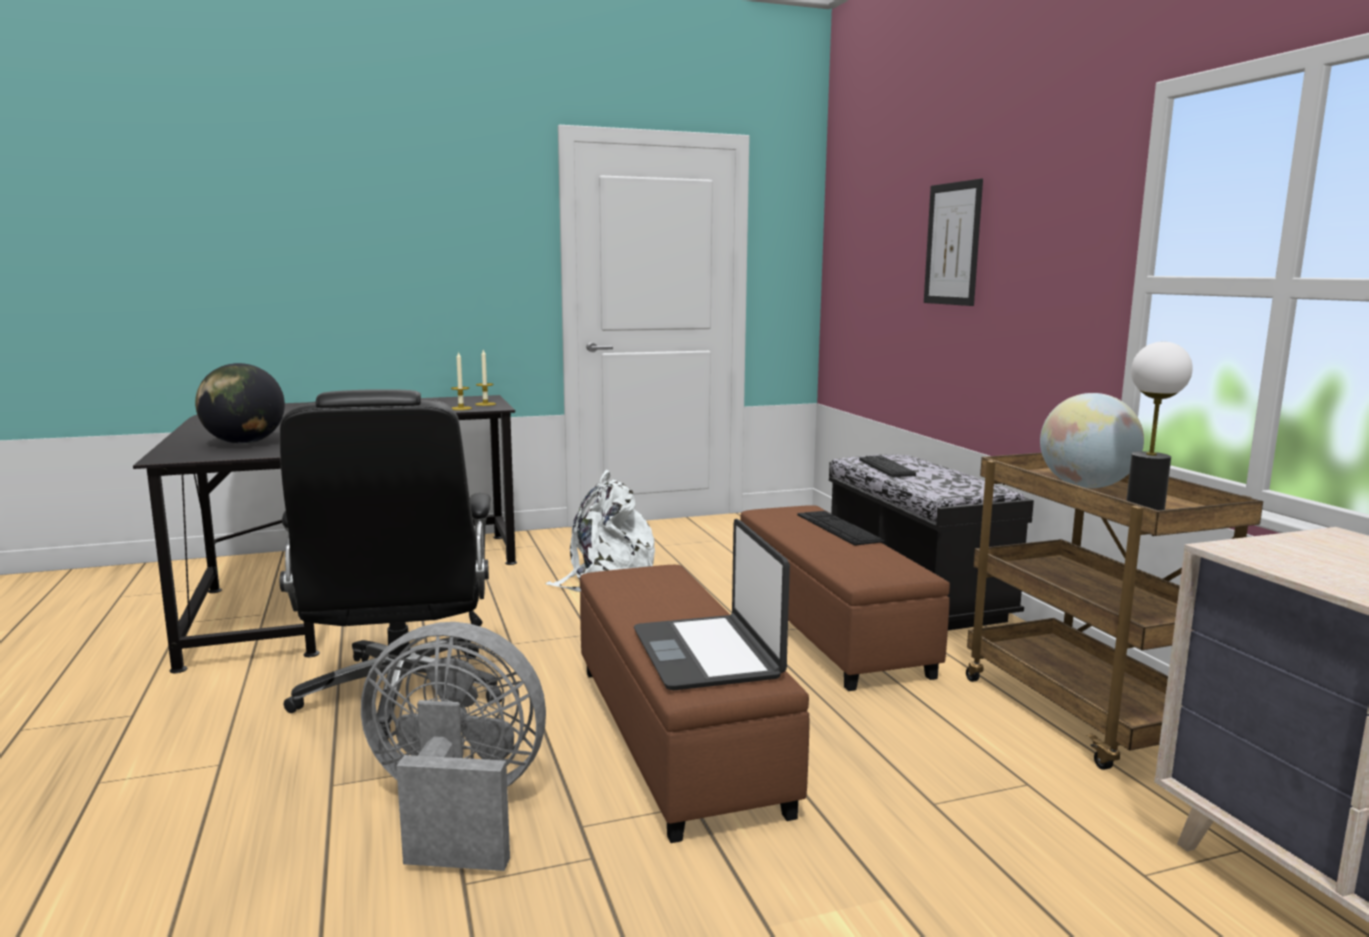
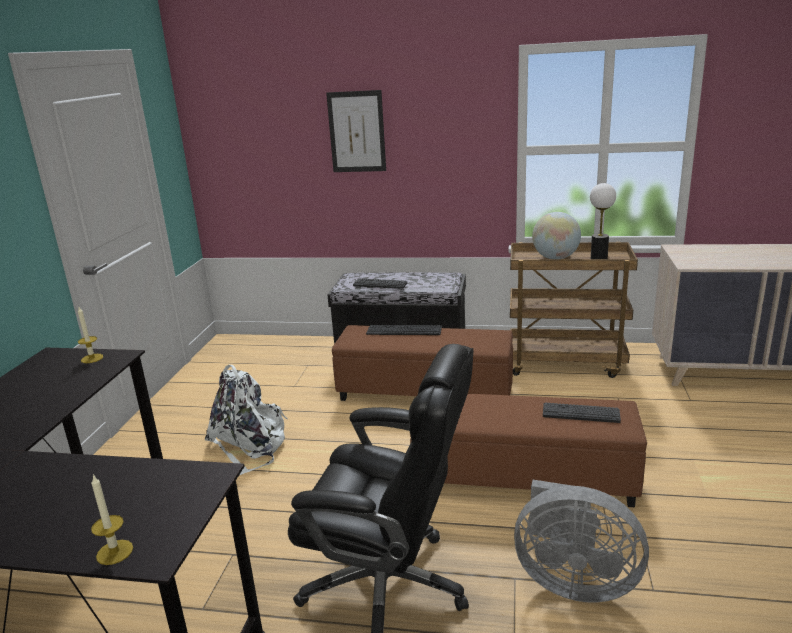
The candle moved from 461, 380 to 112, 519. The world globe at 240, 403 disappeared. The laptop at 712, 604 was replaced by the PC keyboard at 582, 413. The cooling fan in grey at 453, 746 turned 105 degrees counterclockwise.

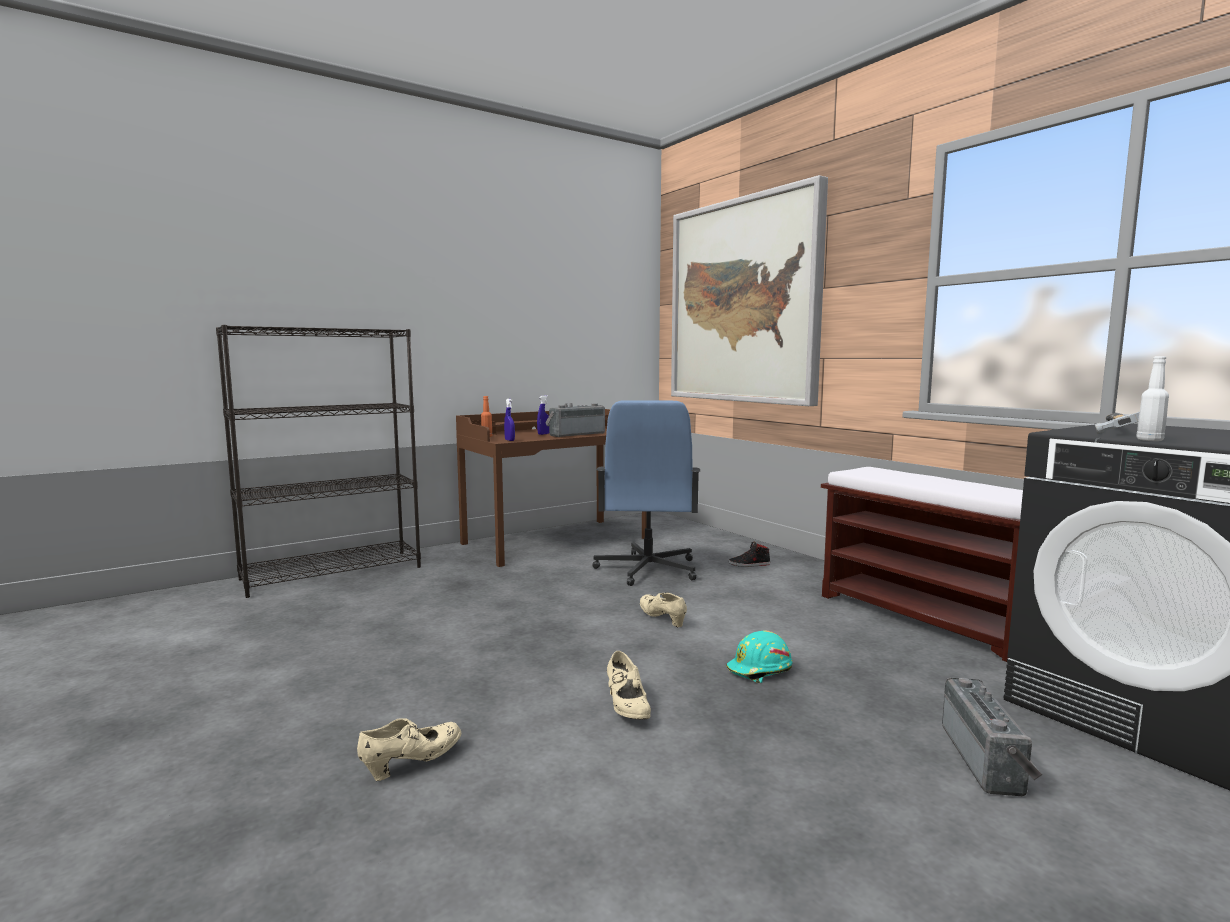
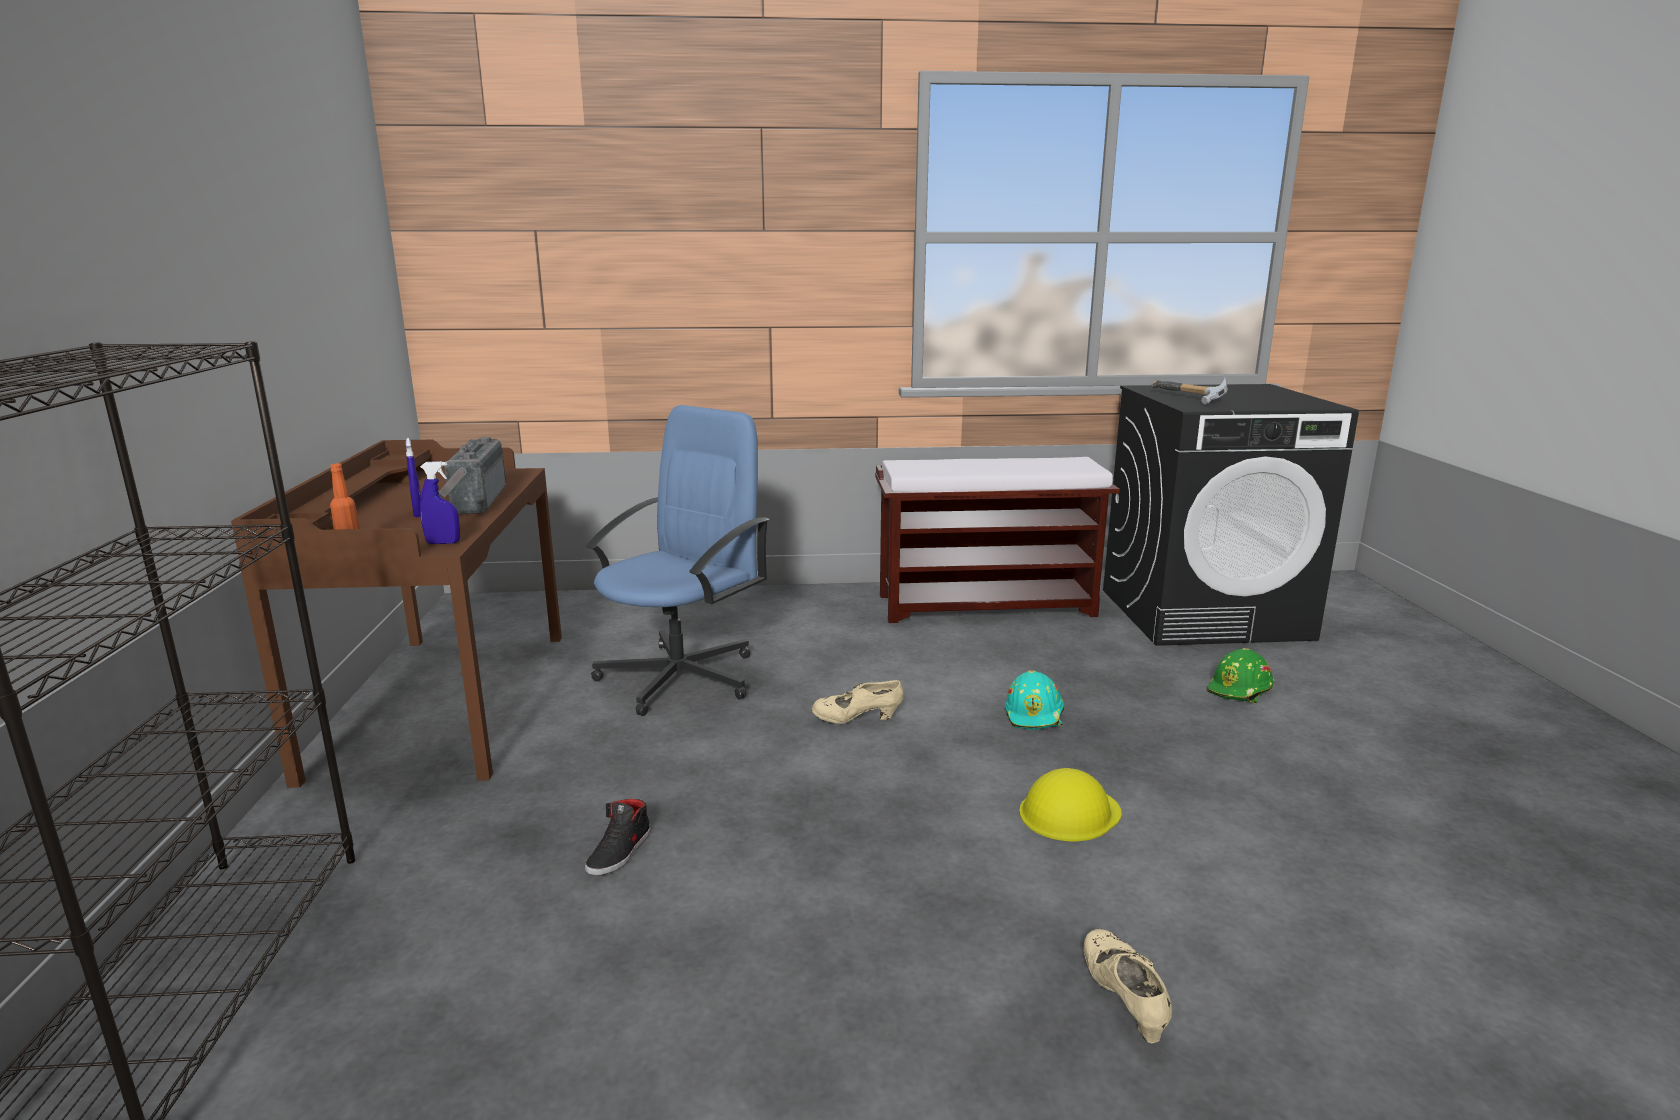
The picture at 749, 290 disappeared. The drink bottle in white-coloured at 1152, 398 disappeared. The desk chair in bluish at 646, 493 turned 90 degrees counterclockwise. The item of footwear in blackish moved from 749, 554 to 618, 837. The item of footwear in beige at 629, 685 was replaced by the hard hat in yellow-coloured at 1070, 804. The radio at 992, 737 was replaced by the hard hat in green-coloured at 1240, 676.

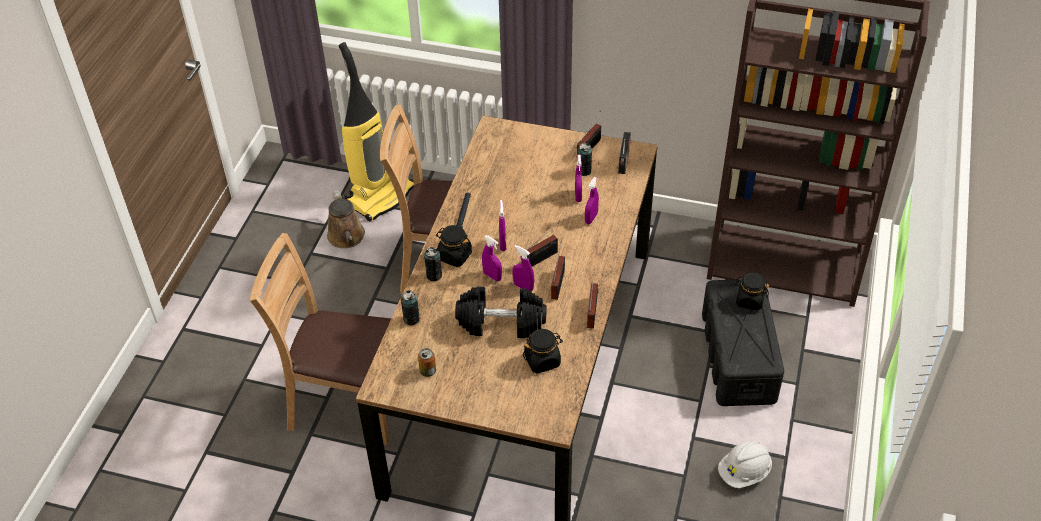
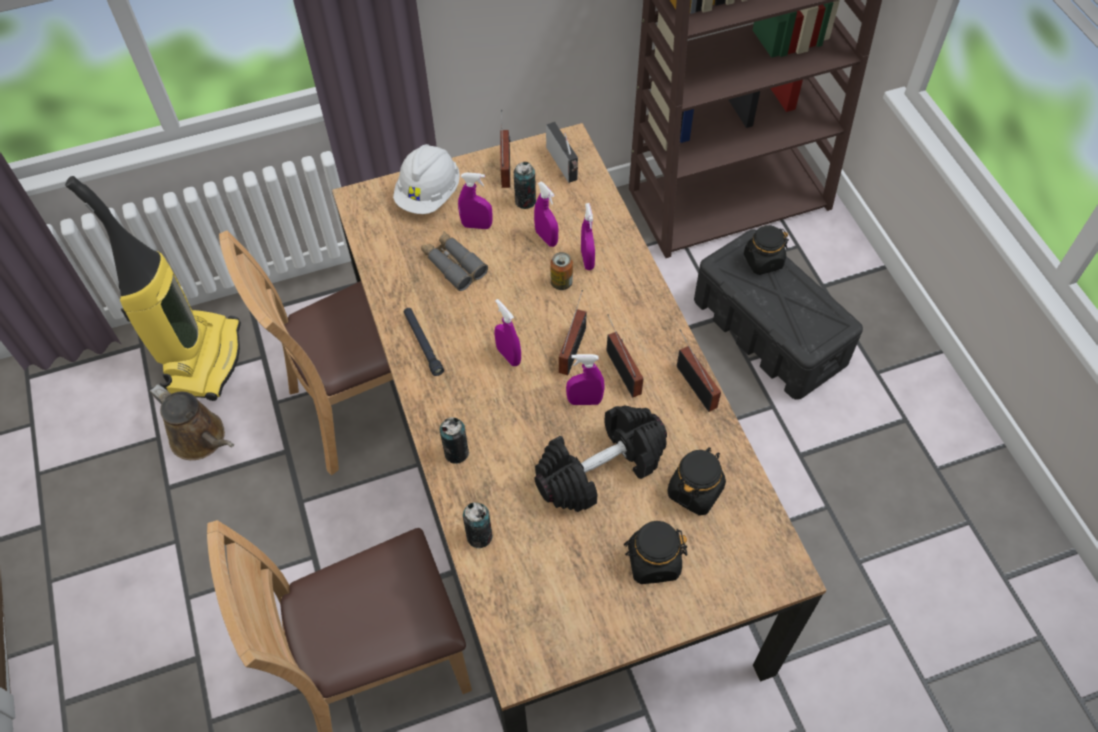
The preserve jar in blackish moved from 454, 246 to 655, 552. The hand sprayer in purplish moved from 492, 258 to 475, 200. The sealed can moved from 427, 362 to 561, 271. The hard hat in white-coloured moved from 745, 464 to 426, 179. The field glasses in grey at 454, 261 appeared.

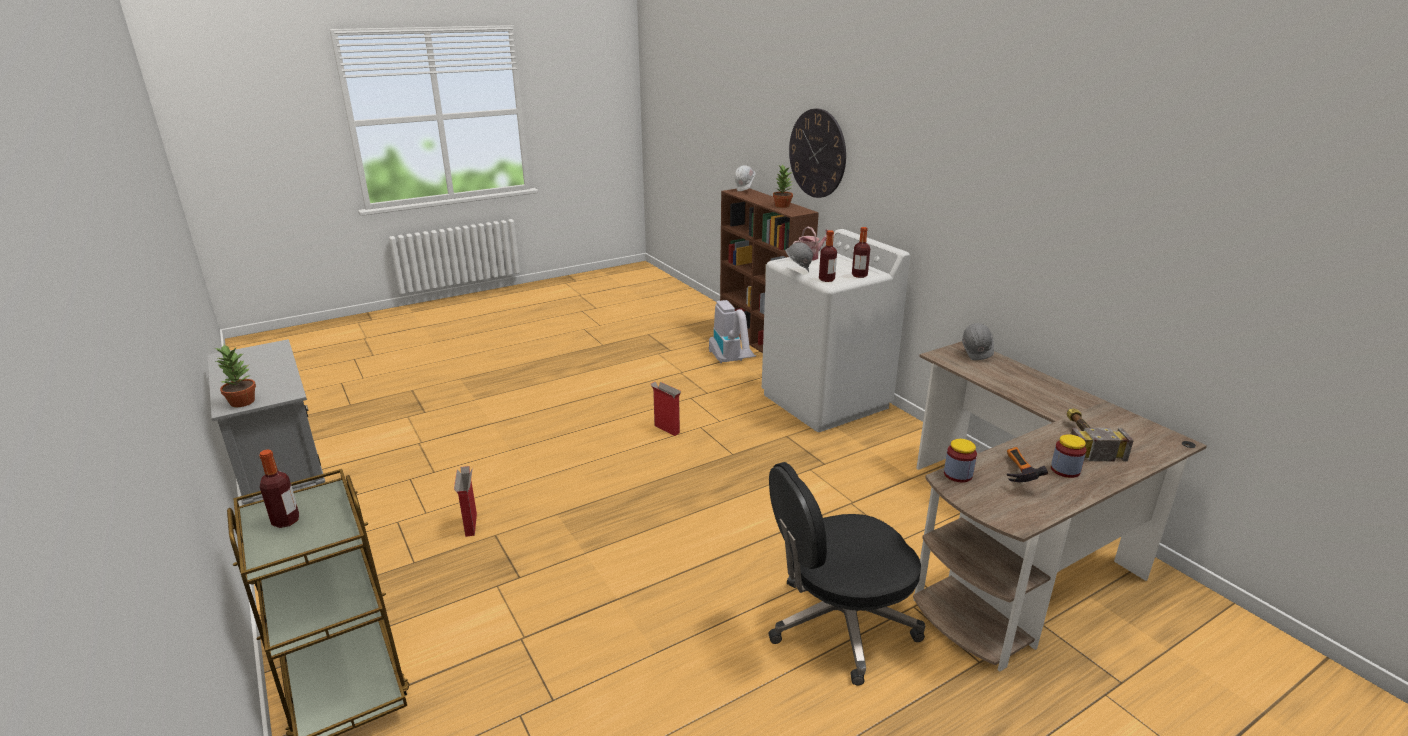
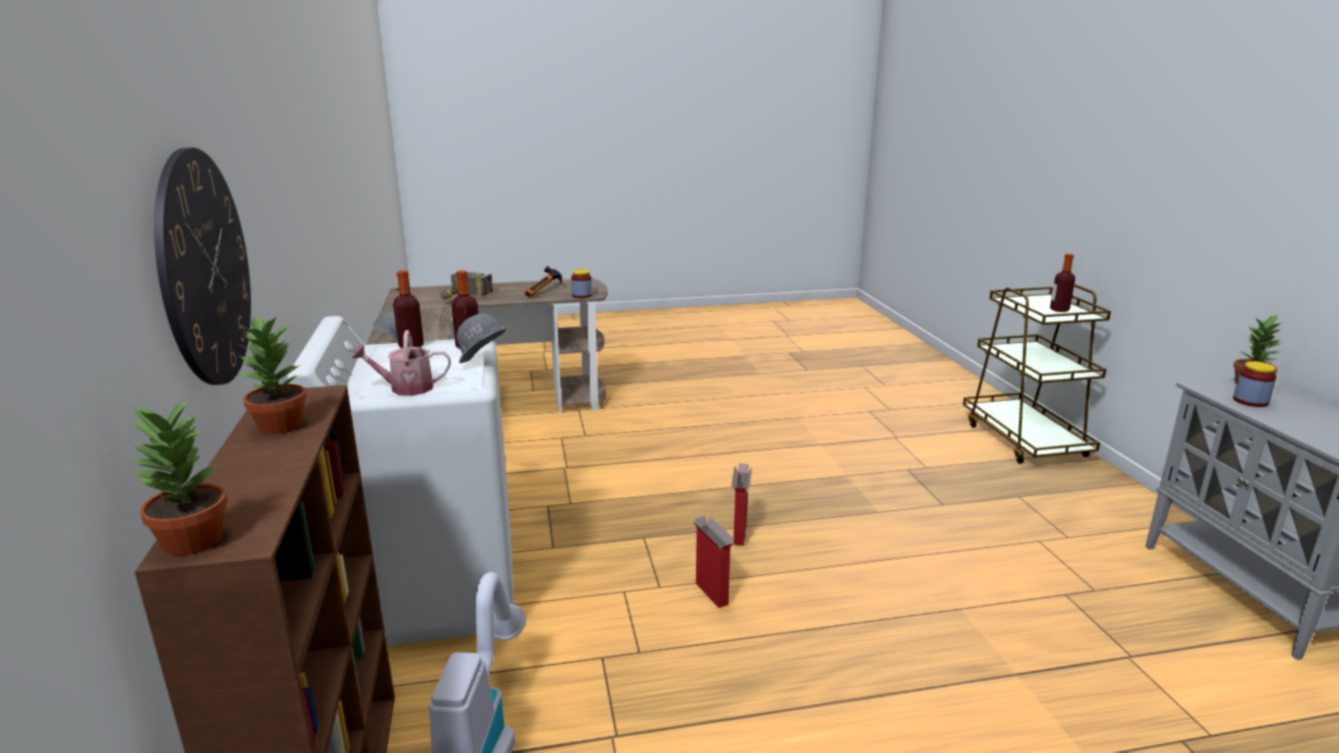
The hard hat in white-coloured at 745, 178 was replaced by the houseplant at 178, 477. The preserve jar moved from 1068, 456 to 1255, 384. The desk chair in blackish at 846, 573 disappeared. The cardboard box moved from 465, 501 to 741, 505.

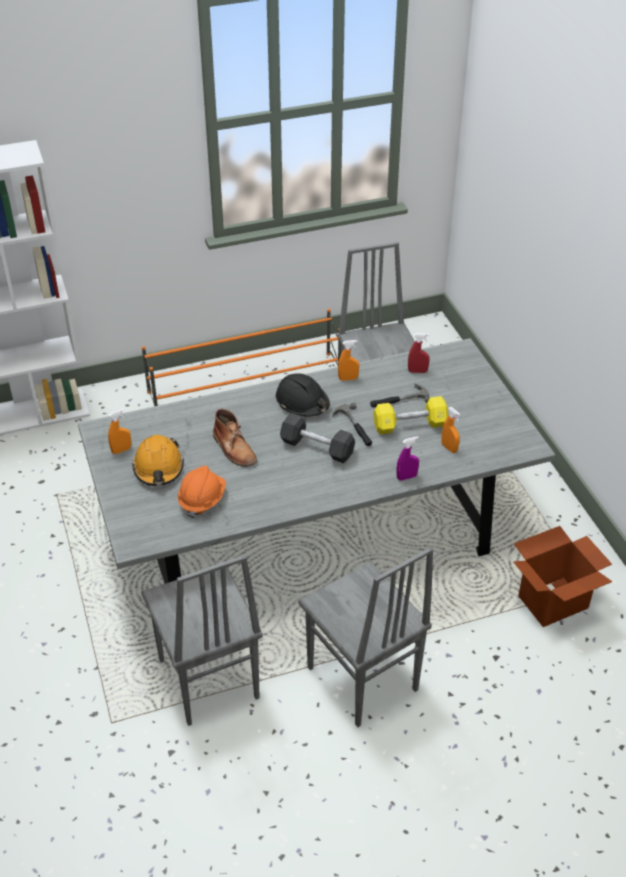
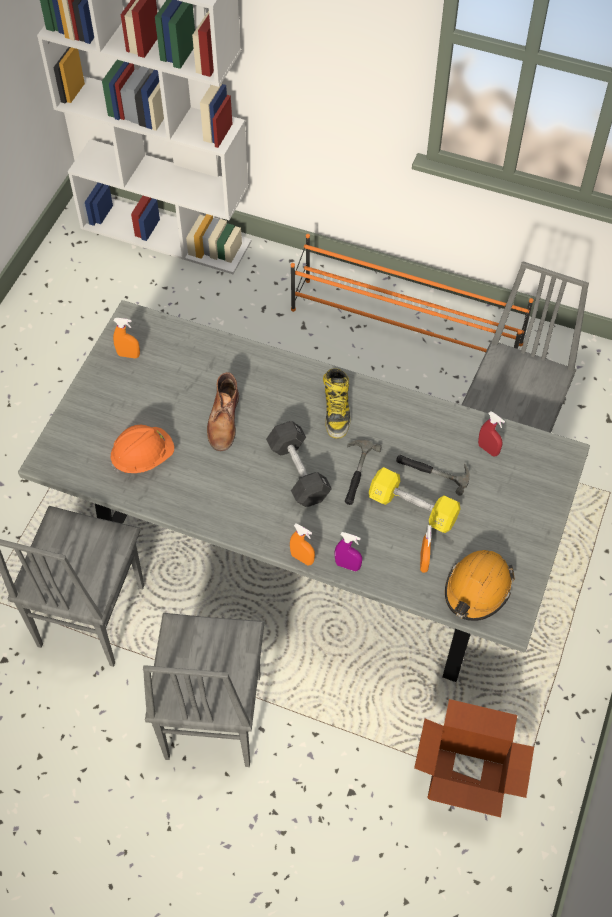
The hand sprayer in orange moved from 348, 360 to 302, 545. The hard hat in blackish at 303, 395 was replaced by the tall boot at 337, 403. The hard hat in orange moved from 158, 460 to 480, 585.

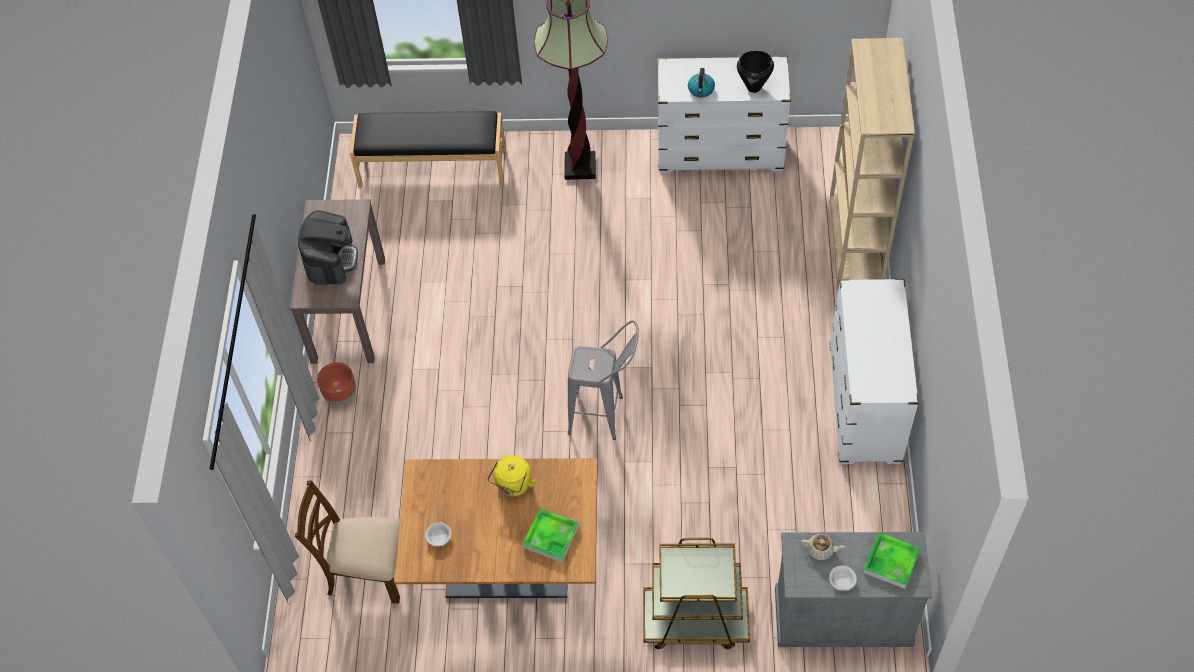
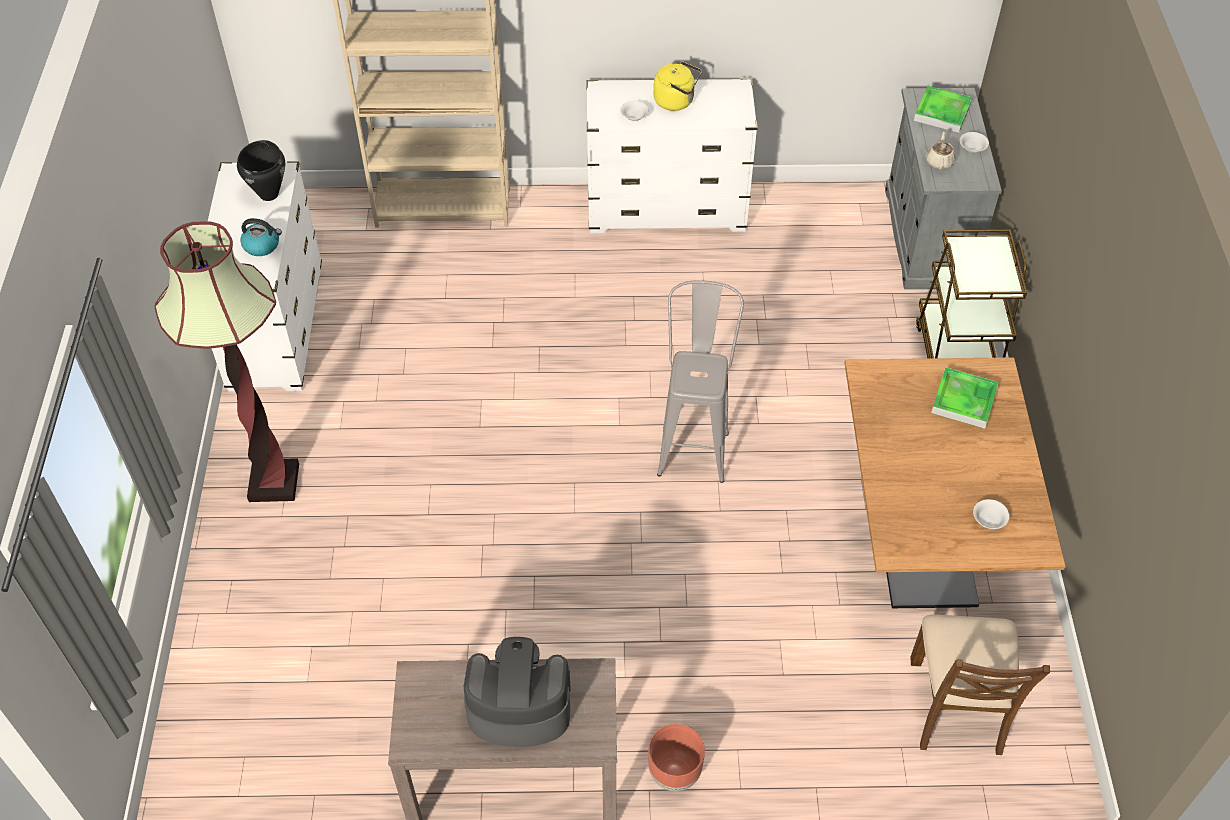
The long seat in blackish at 428, 149 disappeared. The kettle in yellow-coloured moved from 512, 476 to 678, 86. The serving bowl in white-coloured at 634, 111 appeared.

